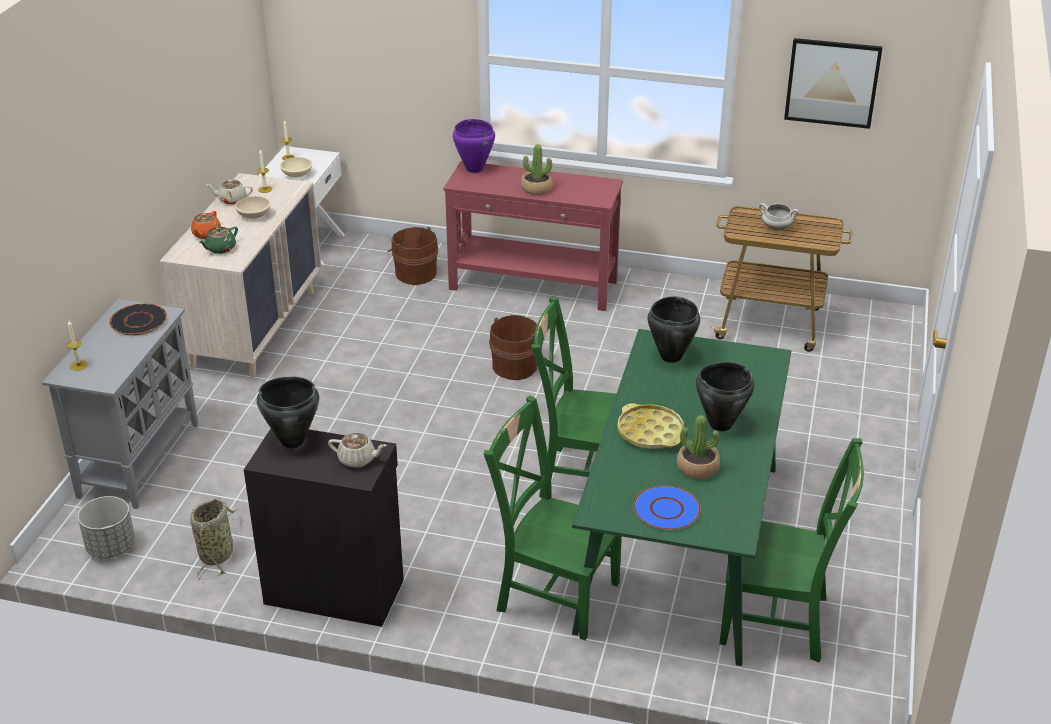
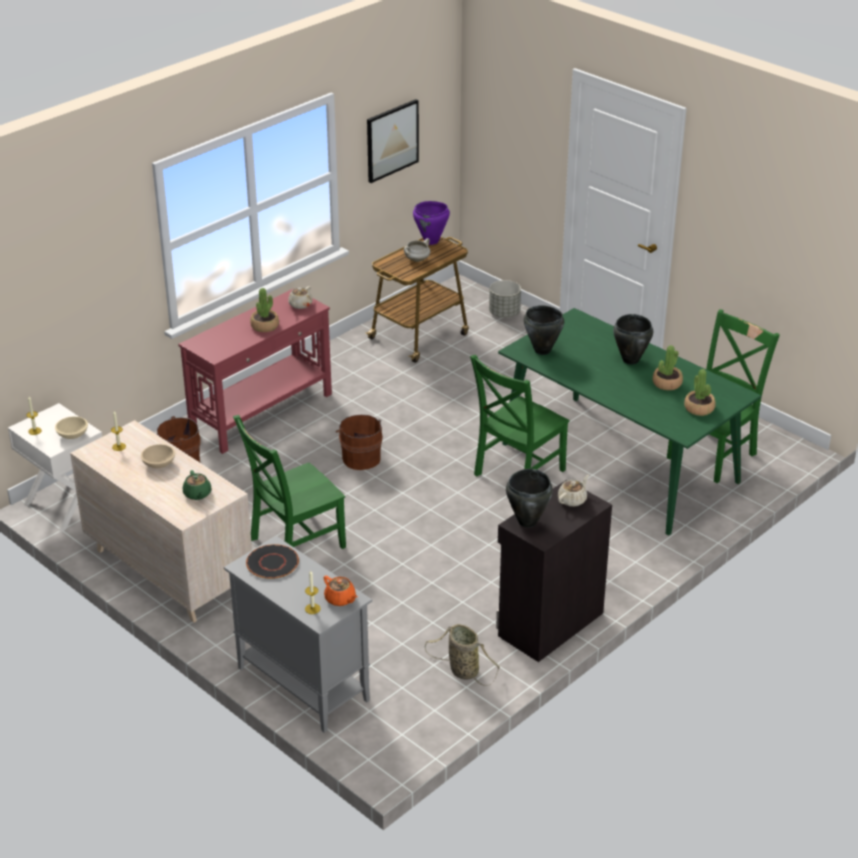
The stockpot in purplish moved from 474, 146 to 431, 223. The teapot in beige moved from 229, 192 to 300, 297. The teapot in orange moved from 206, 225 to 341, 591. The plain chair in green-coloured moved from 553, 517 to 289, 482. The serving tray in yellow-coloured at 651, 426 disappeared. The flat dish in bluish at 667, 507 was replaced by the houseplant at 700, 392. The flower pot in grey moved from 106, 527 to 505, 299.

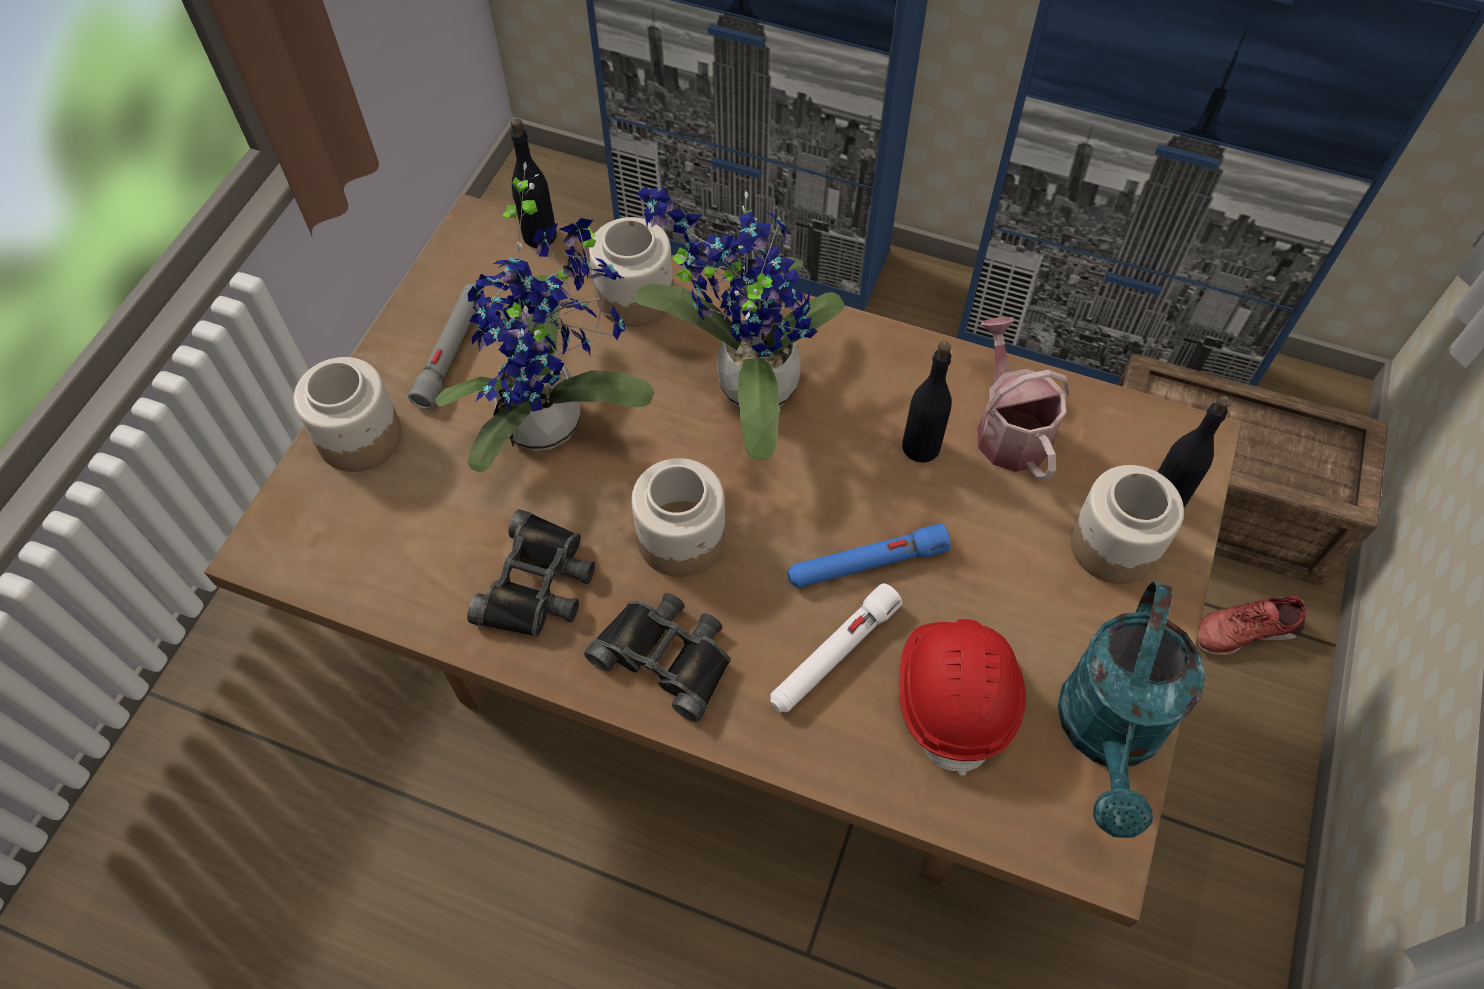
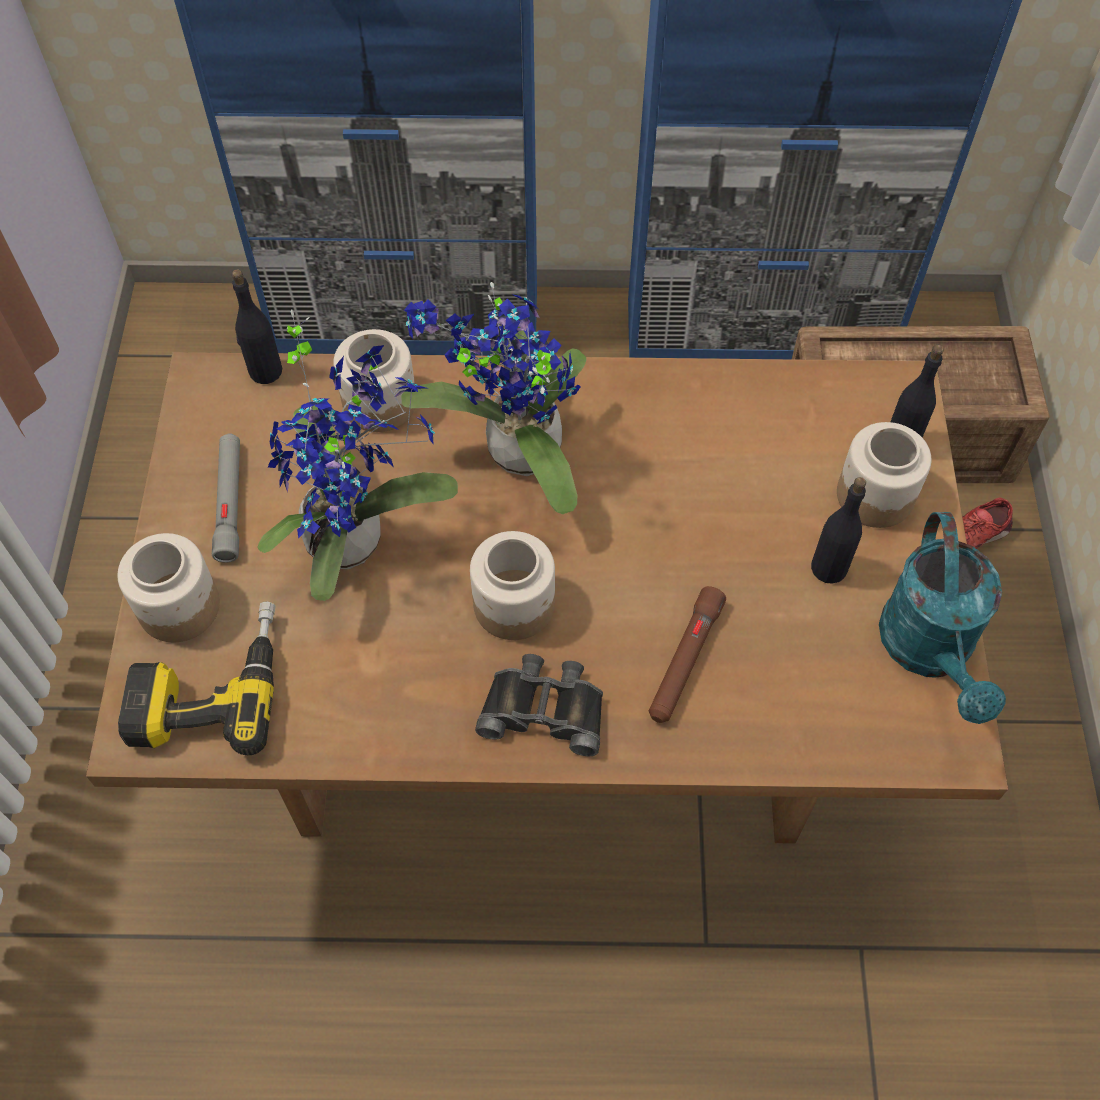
The watering can at 1024, 398 disappeared. The drink bottle in blackish moved from 926, 402 to 838, 530. The field glasses in blackish at 531, 573 disappeared. The hand torch in bluish at 869, 555 disappeared. The hand torch in white-coloured at 836, 647 became the hand torch in brown at 687, 654. The hard hat in red at 962, 697 disappeared. The drill at 197, 678 appeared.

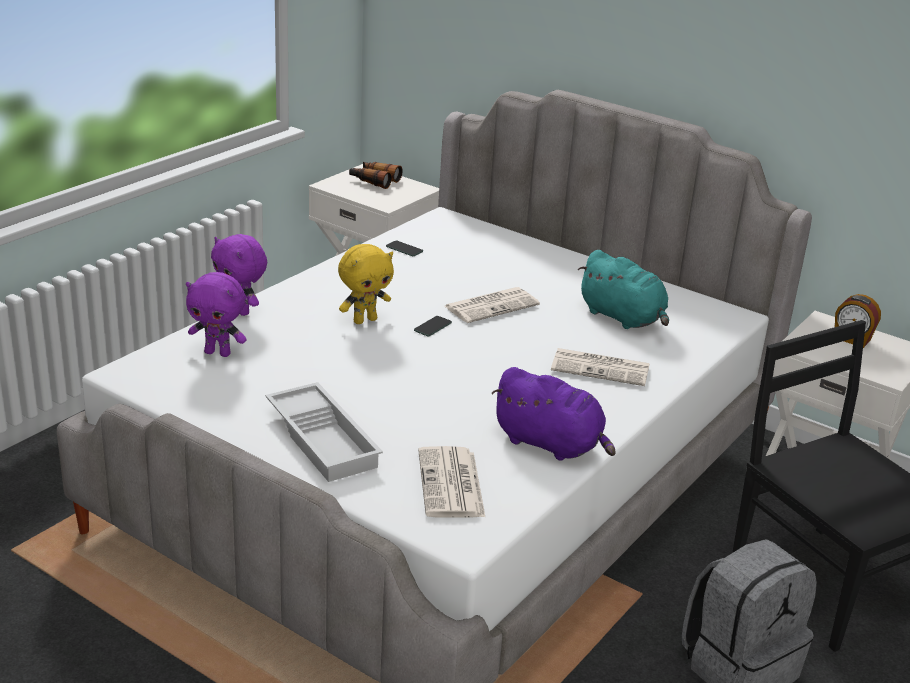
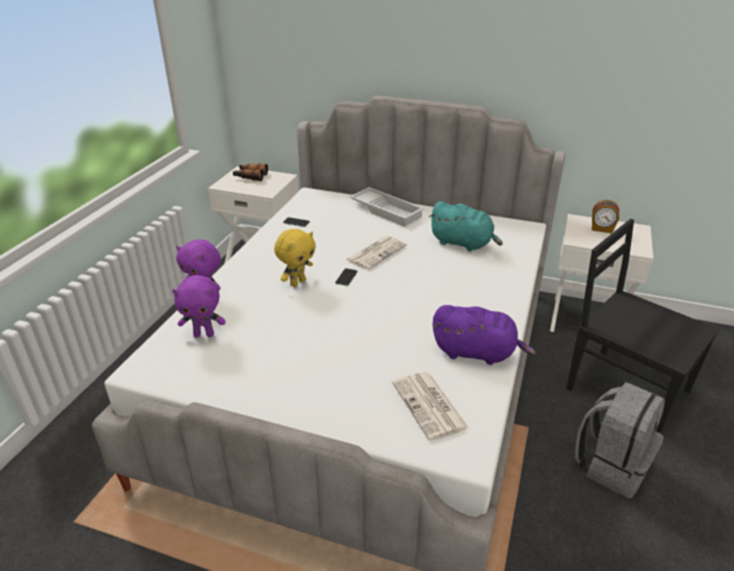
The newspaper at 600, 367 disappeared. The serving tray in white-coloured moved from 324, 432 to 387, 207.

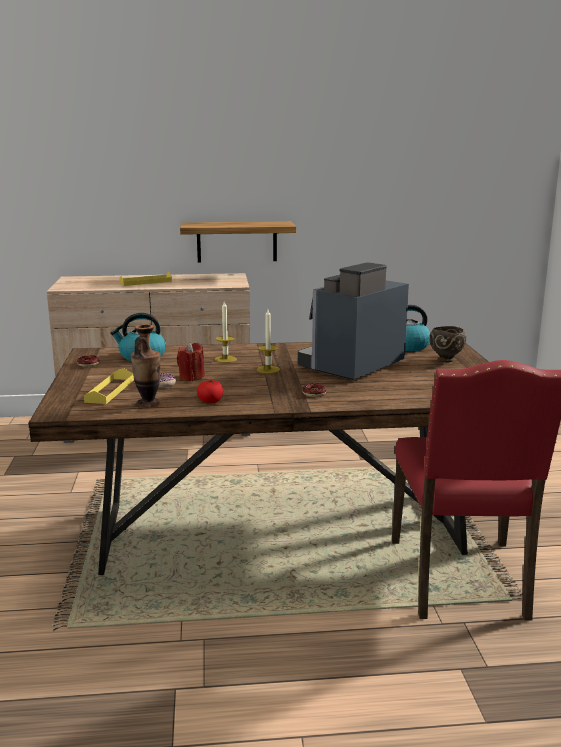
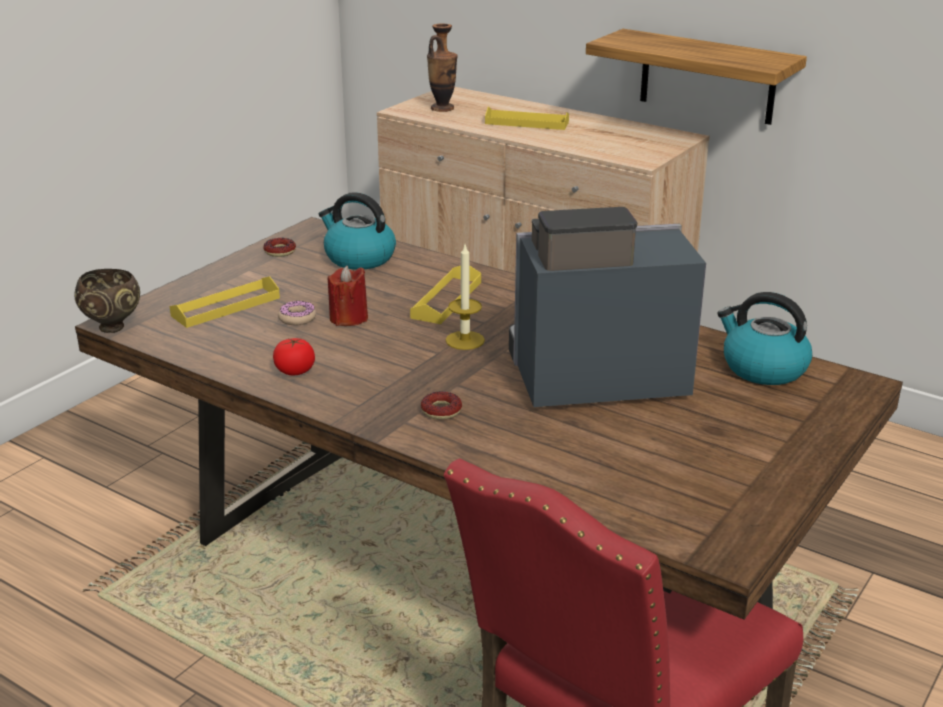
The candle at 226, 332 was replaced by the serving tray in yellow-coloured at 445, 294. The flower vase moved from 146, 366 to 442, 68. The serving bowl in brown moved from 447, 344 to 107, 301.

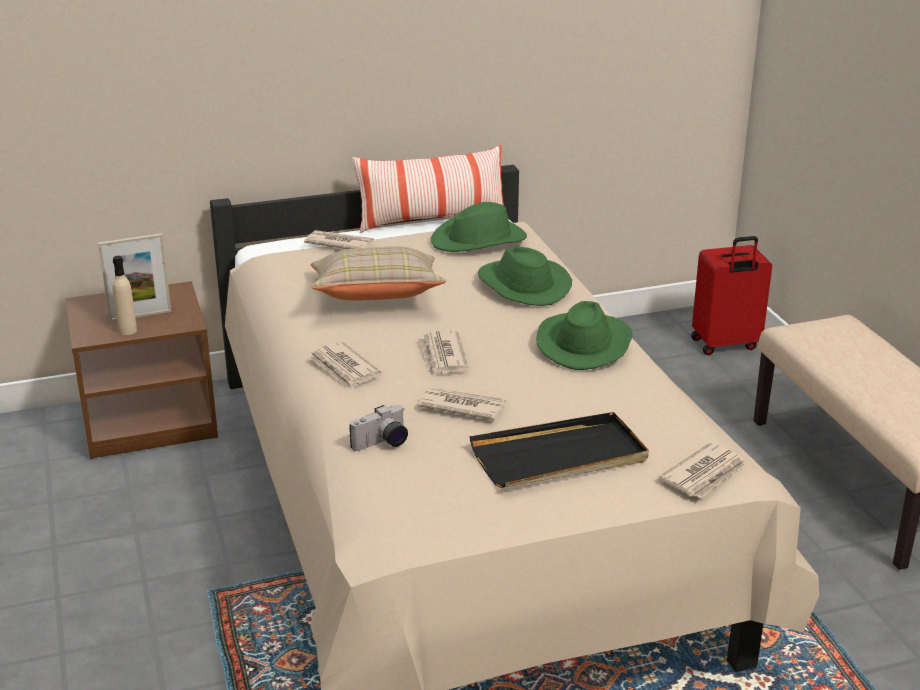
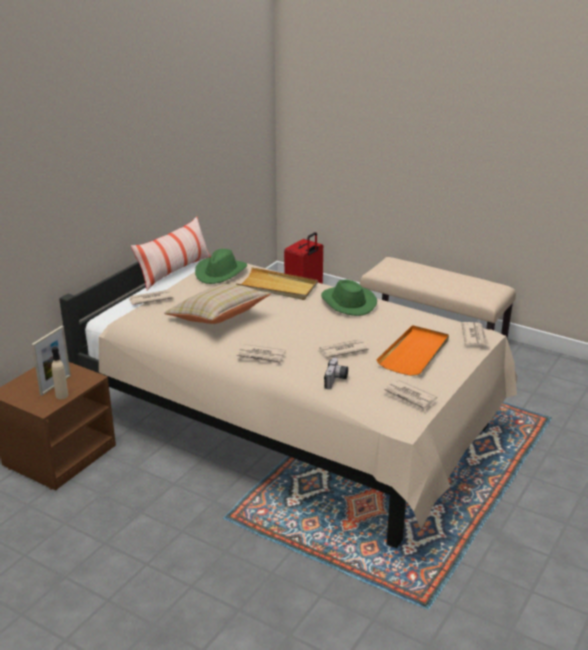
The hat in green-coloured at 525, 276 was replaced by the serving tray in beige at 277, 283. The newspaper moved from 443, 353 to 410, 395. The serving tray in blackish at 559, 450 became the serving tray in orange at 412, 350.

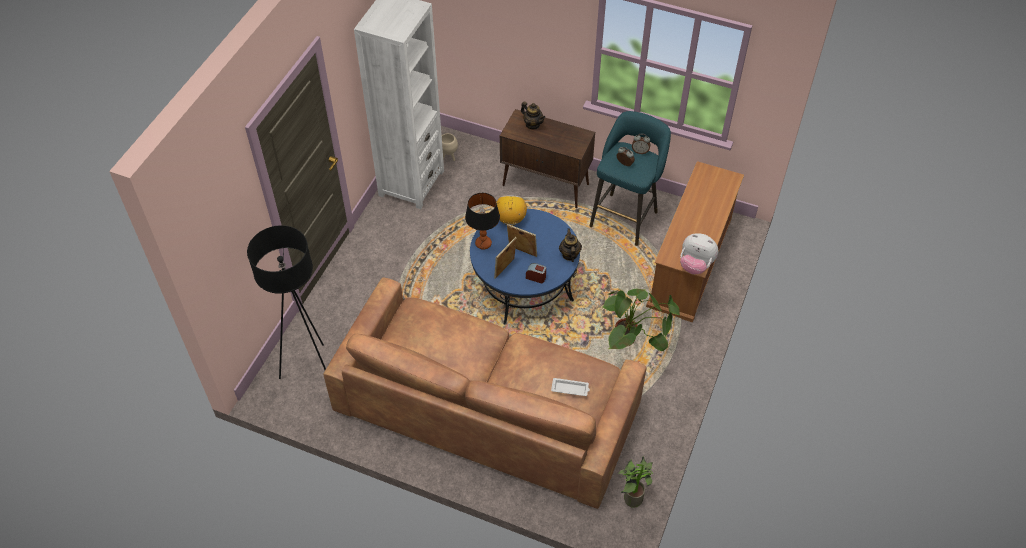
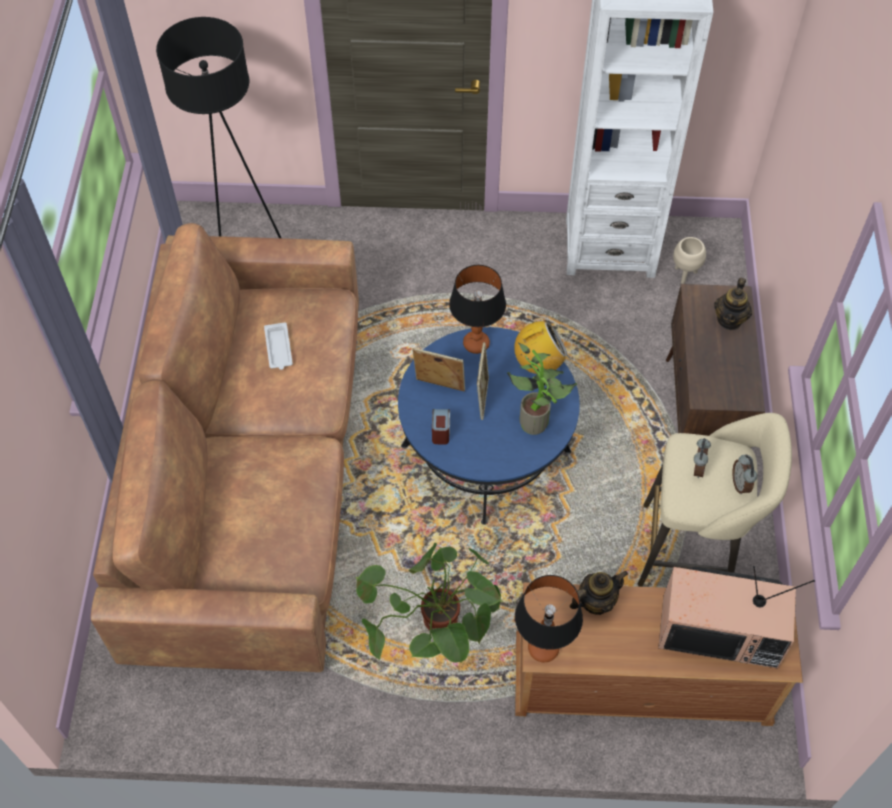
The stool in turquoise at 630, 178 became the stool in beige at 715, 500. The teapot moved from 570, 245 to 599, 593. The plush toy at 699, 253 was replaced by the tabletop lamp at 549, 618. The serving tray in white-coloured moved from 570, 387 to 278, 346. The houseplant moved from 635, 482 to 542, 388. The TV at 736, 617 appeared.

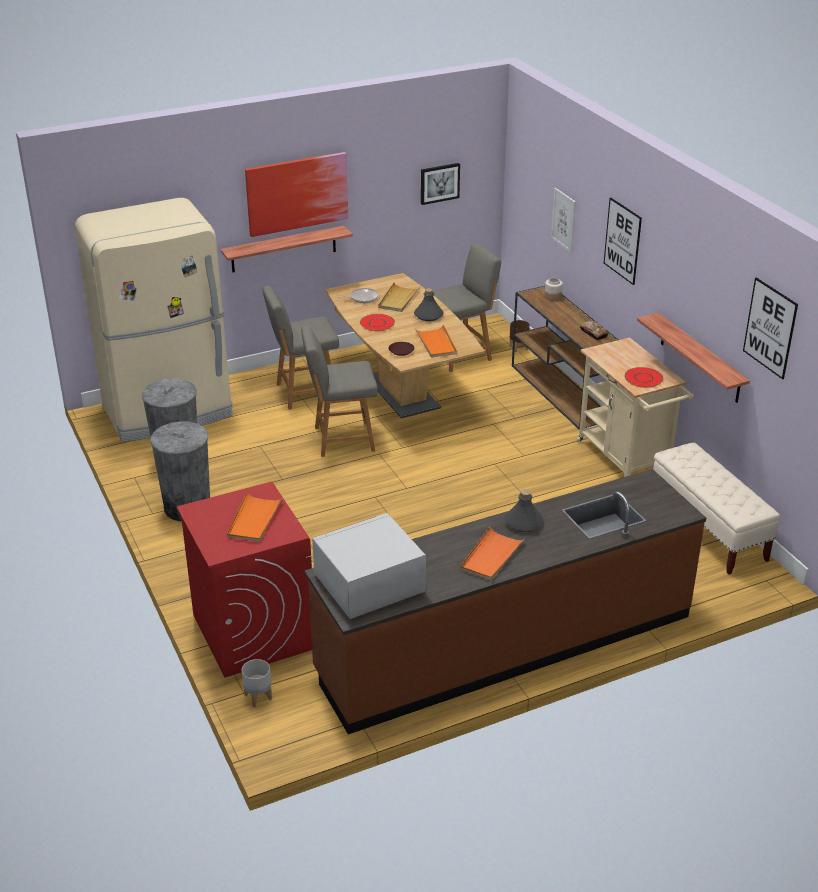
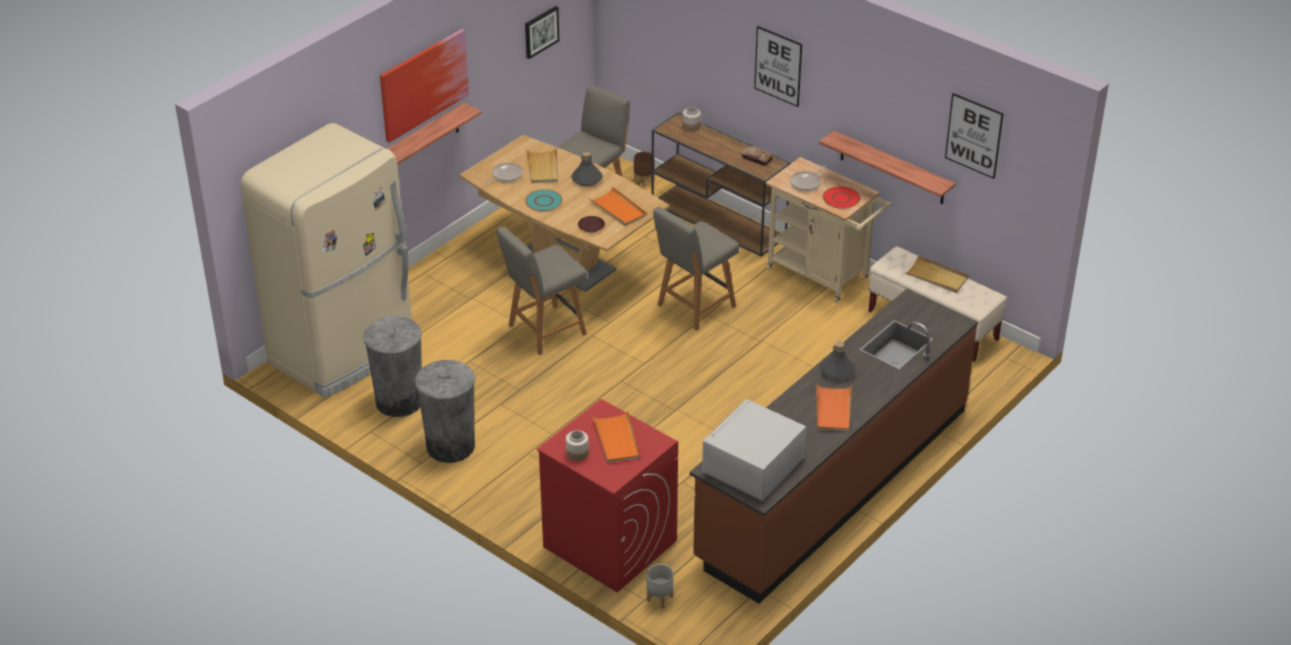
The picture at 563, 220 disappeared. The plain chair in grey moved from 300, 348 to 696, 269. The flat dish in red at 377, 322 became the flat dish in turquoise at 543, 200. The frying pan at 808, 178 appeared. The serving tray in beige at 937, 274 appeared. The preserve jar at 577, 445 appeared.

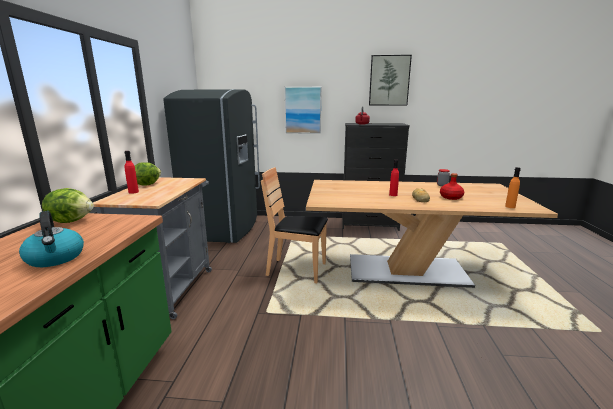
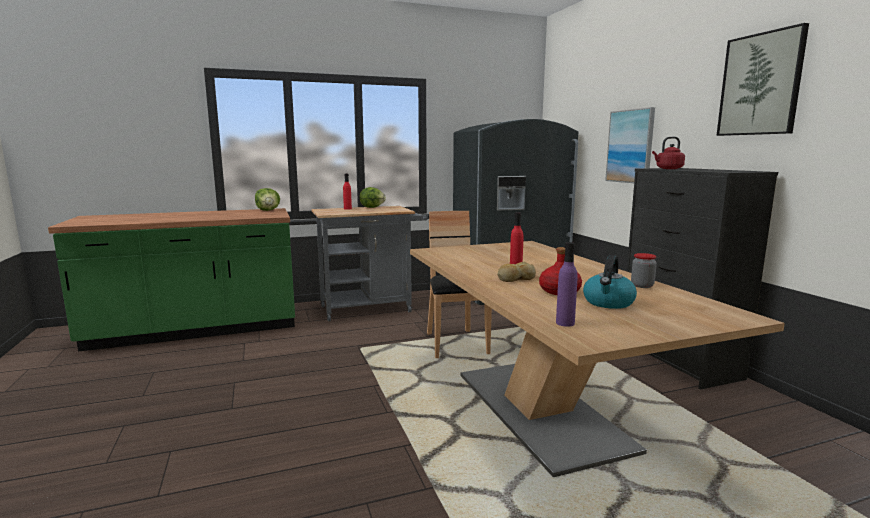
The drink bottle in orange at 513, 187 became the drink bottle in purplish at 567, 284. The kettle moved from 51, 239 to 610, 282.

